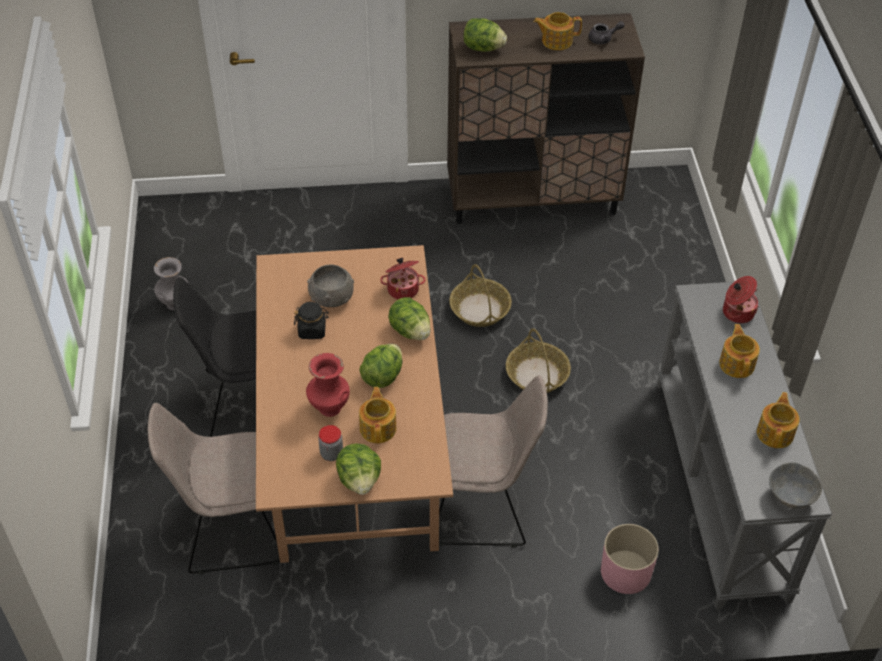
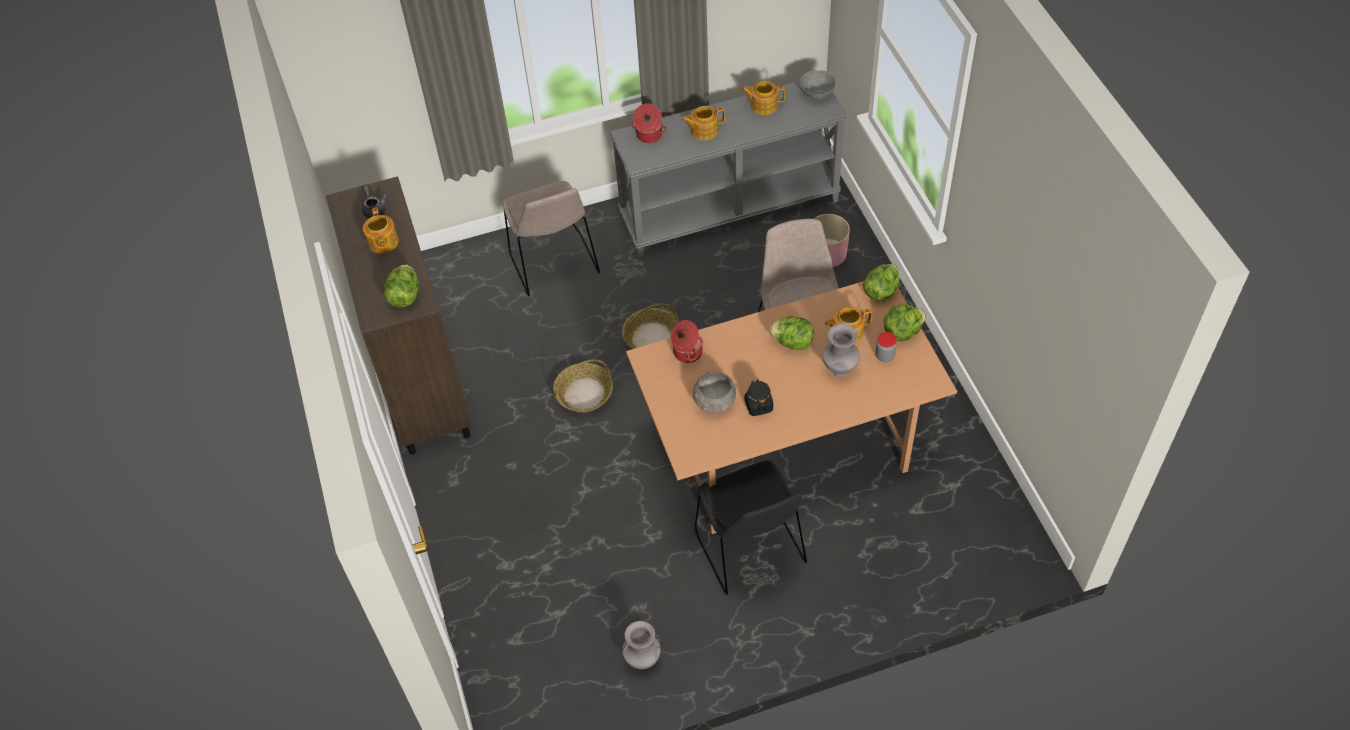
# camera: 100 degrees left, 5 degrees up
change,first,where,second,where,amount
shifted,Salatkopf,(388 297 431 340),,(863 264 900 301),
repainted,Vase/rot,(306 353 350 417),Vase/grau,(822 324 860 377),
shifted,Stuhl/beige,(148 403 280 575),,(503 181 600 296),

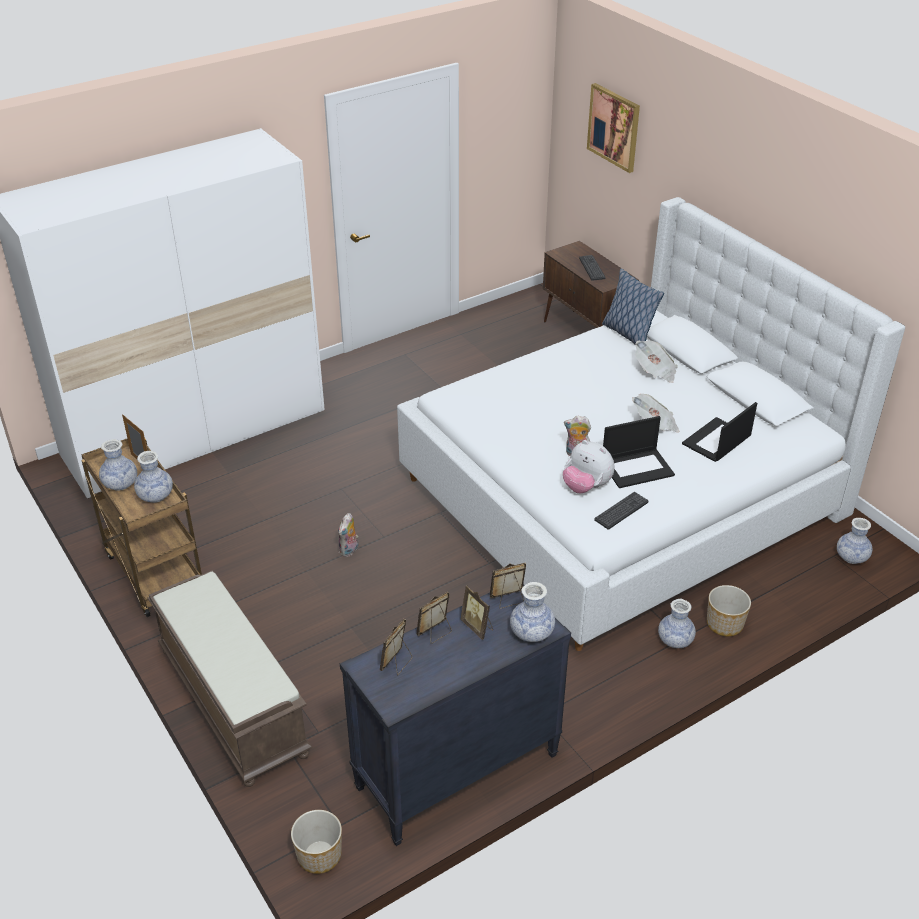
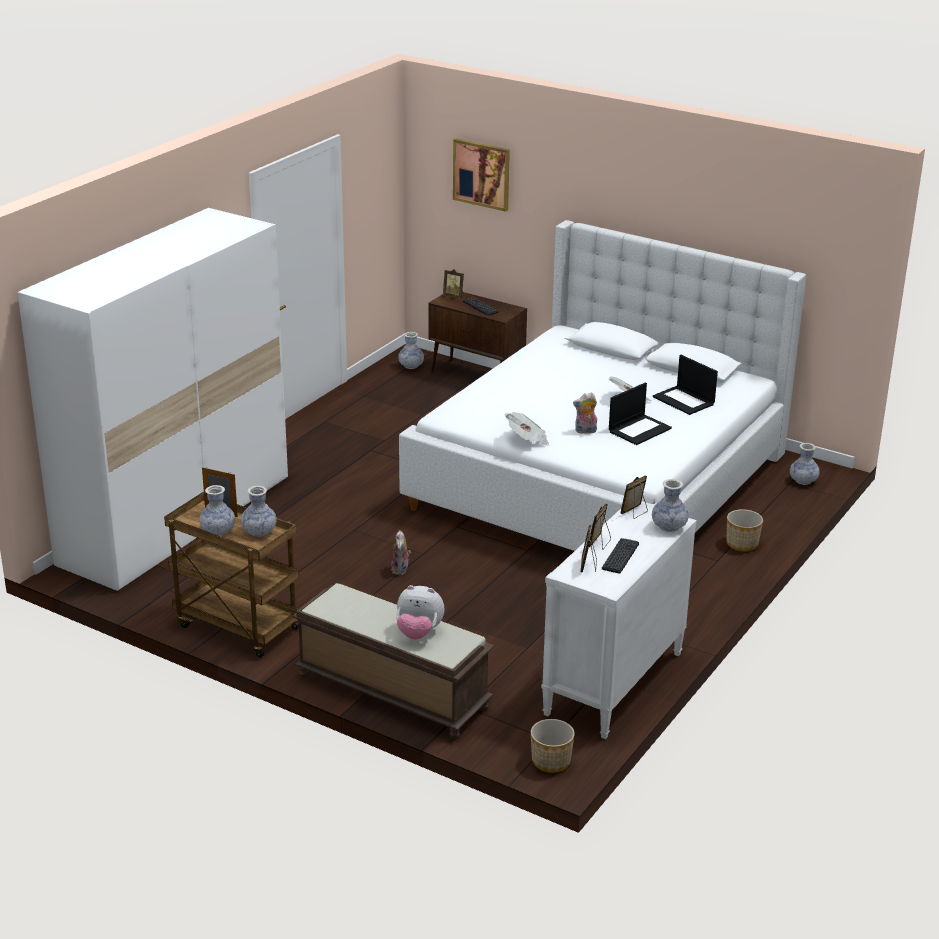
# camera: 25 degrees left, 10 degrees down
change,first,where,second,where,amount
gone,Kissen,(602 269 664 344),,,
shifted,Zeitung,(635 340 677 383),,(505 412 549 446),
rotated,Laptop,(682 402 757 462),,(653 355 718 415),60 degrees counterclockwise
shifted,Plüschtier,(563 440 615 493),,(396 585 444 639),
shifted,Tastatur,(594 492 648 530),,(602 538 639 574),
repainted,Kommode/schwarz,(340 584 571 846),Kommode/weiß,(541 504 697 739),
shifted,Bilderrahmen,(461 585 493 640),,(443 269 464 299),
shifted,Vase,(658 599 696 648),,(398 332 424 369),

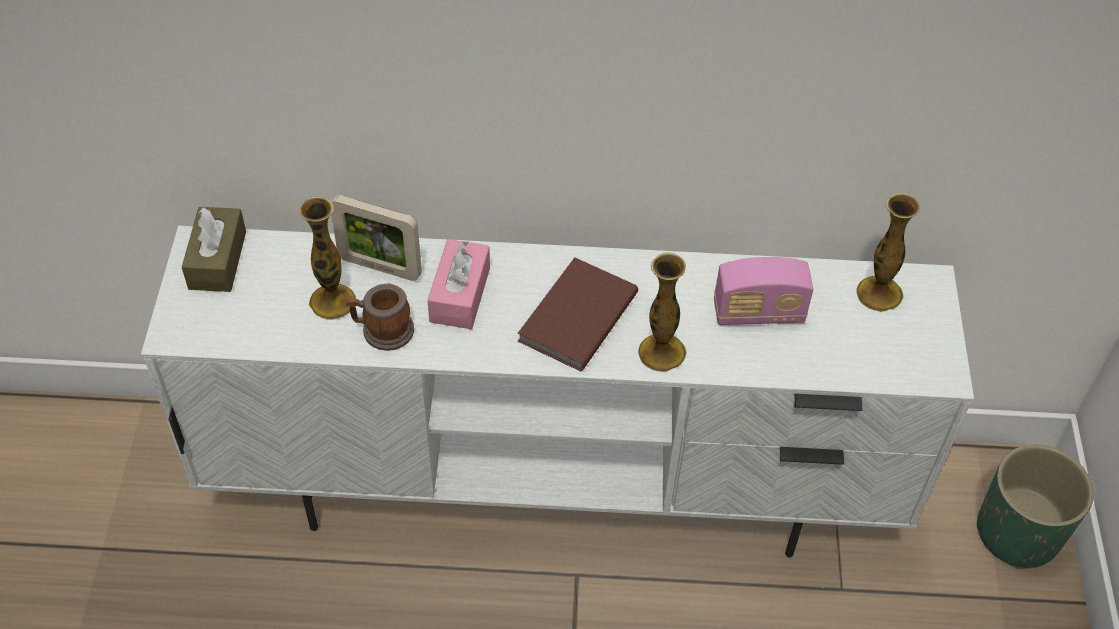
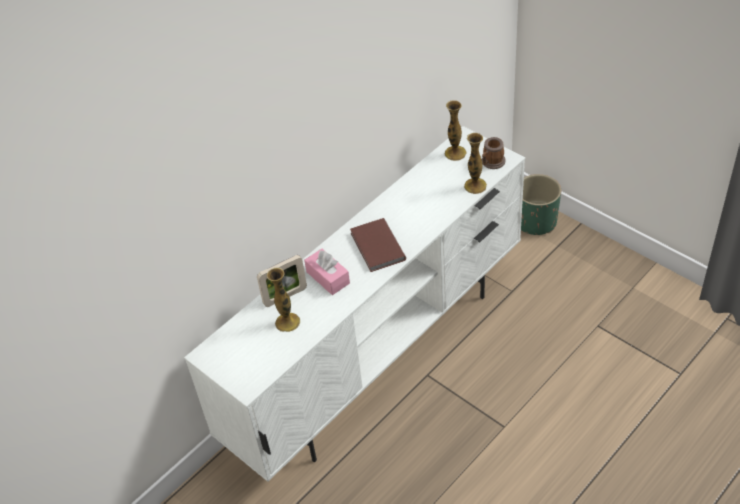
# camera: 45 degrees left, 5 degrees down
change,first,where,second,where,amount
gone,Taschentuchbox/braun,(182 207 246 292),,,
shifted,Vase,(638 252 687 373),,(464 133 487 194),
gone,Radio,(714 257 813 325),,,
shifted,Henkelbecher,(346 284 414 351),,(482 137 506 169),

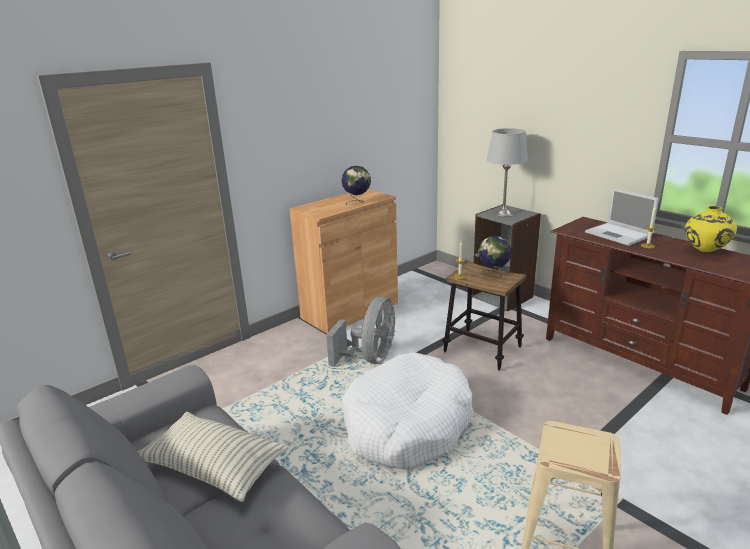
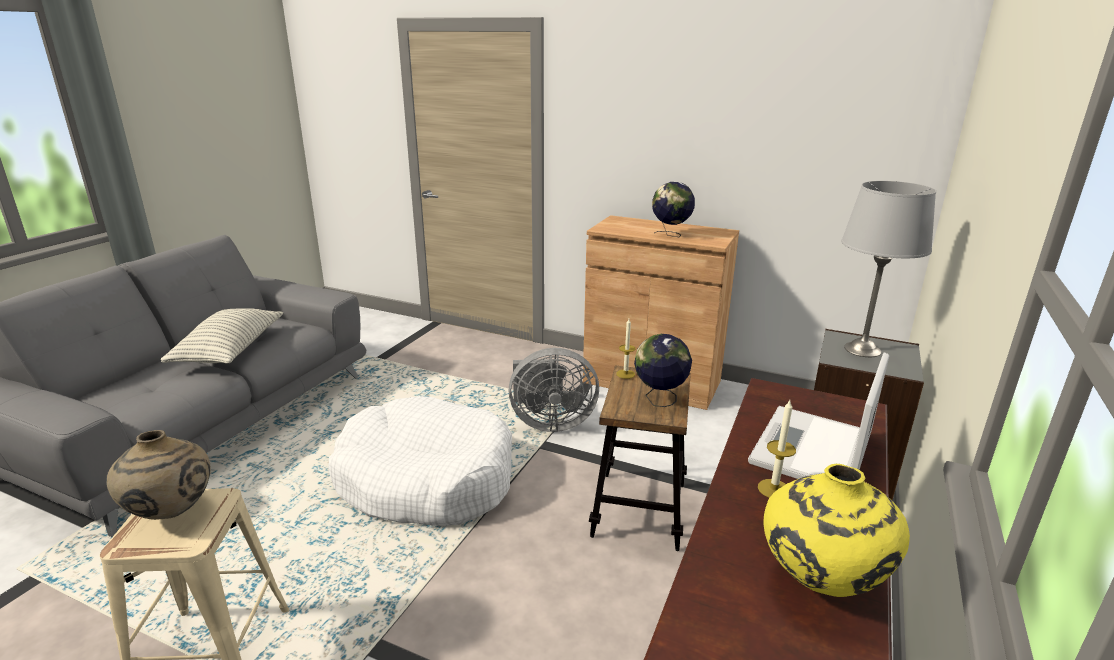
# camera: 65 degrees right, 0 degrees up
change,first,where,second,where,amount
new,,,Vase/beige,(106 430 211 520),

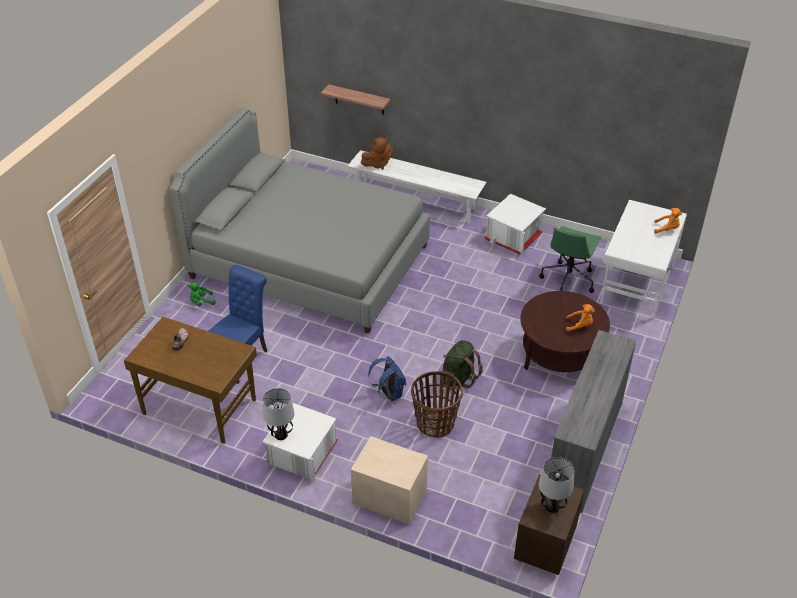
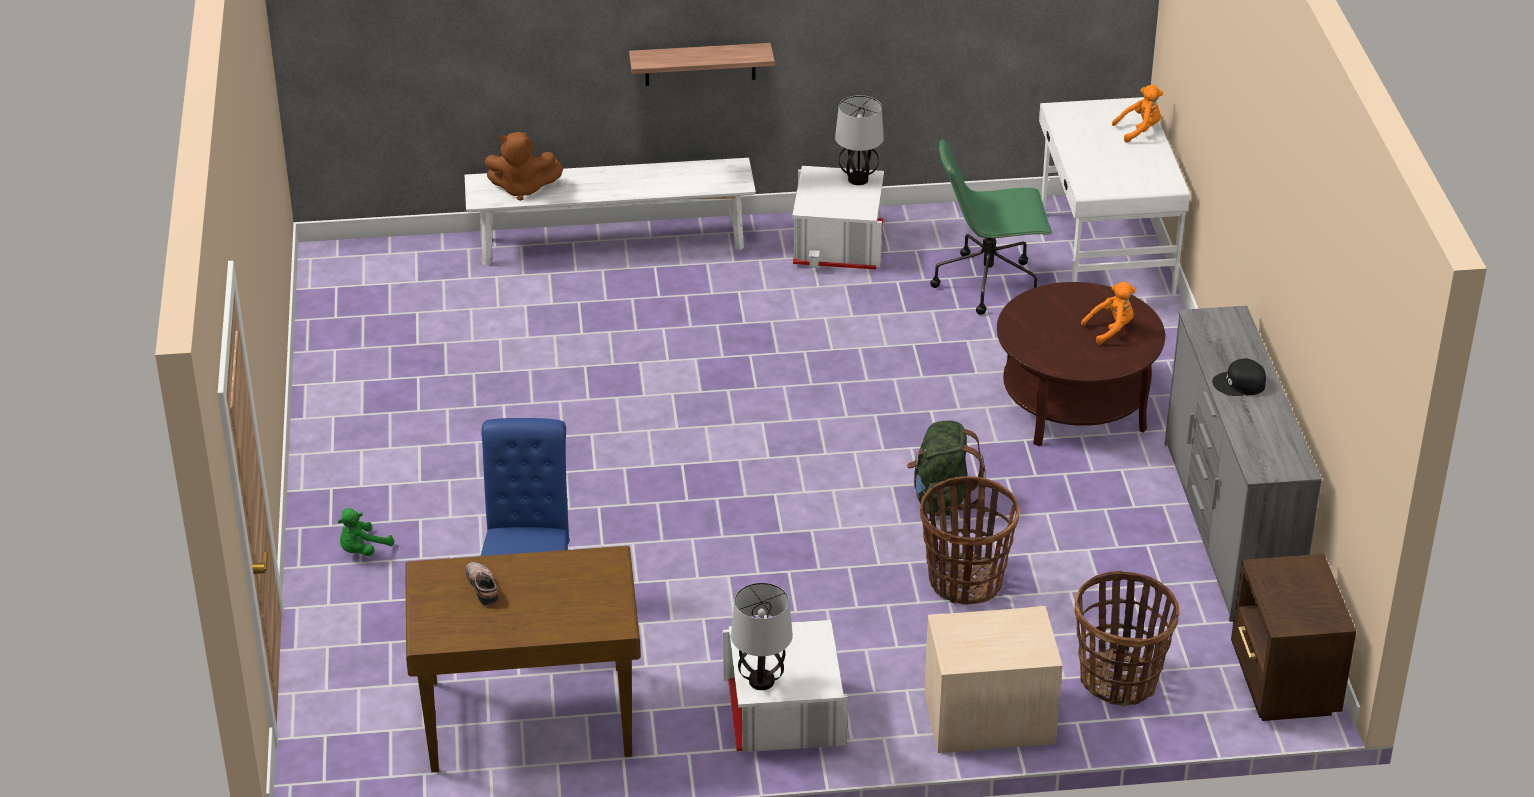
# camera: 30 degrees left, 5 degrees down
change,first,where,second,where,amount
shifted,Wandregal,(321 85 390 115),,(629 43 775 86),
gone,Bett/grau,(170 108 430 333),,,
rotated,Plüschtier/braun,(361 137 393 170),,(484 132 564 201),60 degrees clockwise
rotated,Bürostuhl/grün,(539 226 601 293),,(930 139 1052 315),90 degrees clockwise
gone,Rucksack/blau,(368 356 406 401),,,
shifted,Tischlampe,(539 457 574 513),,(835 95 884 185),
new,,,Kappe/schwarz,(1212 358 1266 396),
new,,,Korb,(1074 570 1179 706),

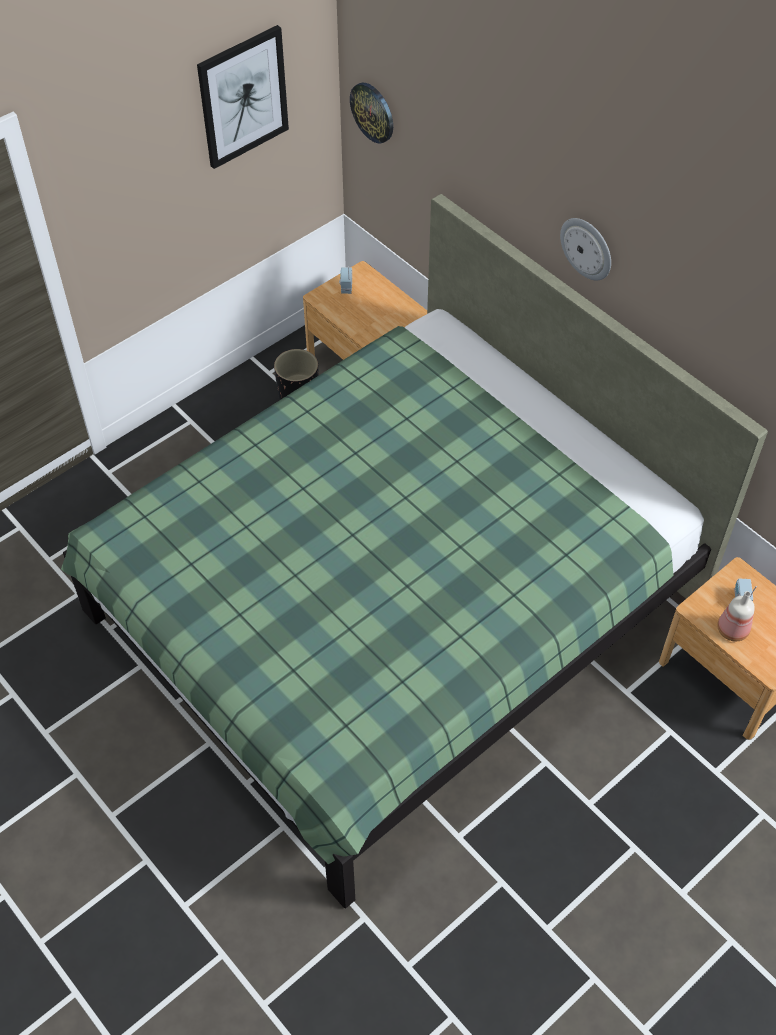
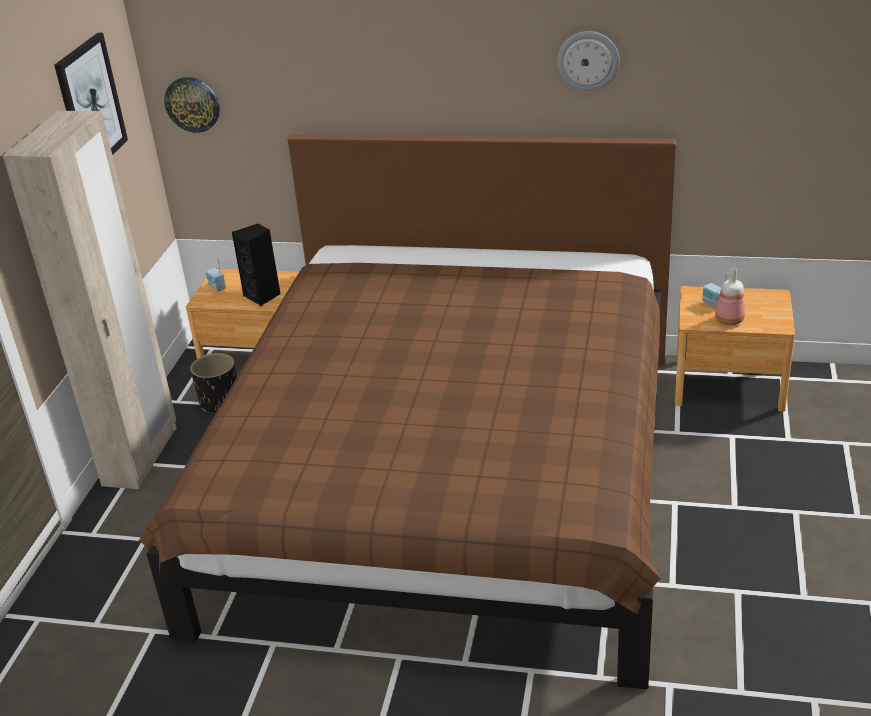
# camera: 35 degrees left, 20 degrees down
change,first,where,second,where,amount
repainted,Bett/grün,(61 194 768 908),Bett/braun,(139 134 676 689),
shifted,Wanduhr,(560 218 611 280),,(557 31 620 91),
new,,,Kleiderschrank/beige,(3 111 177 489),
new,,,Lautsprecher/schwarz,(232 223 281 306),

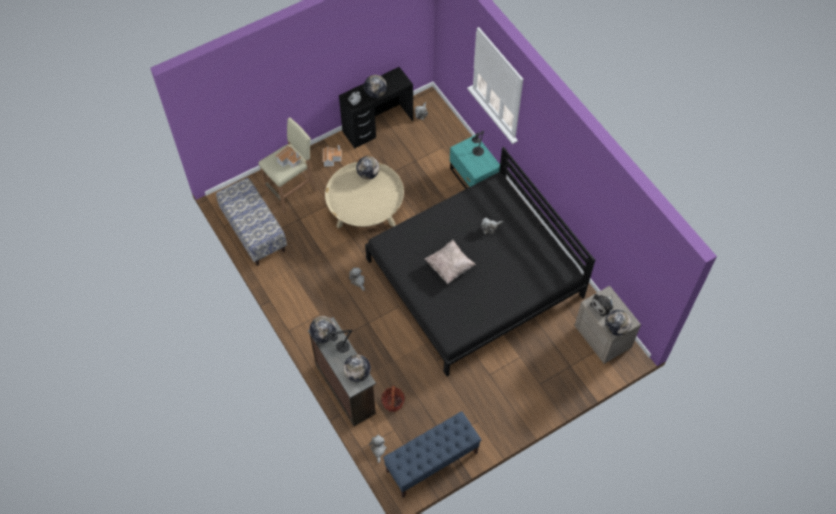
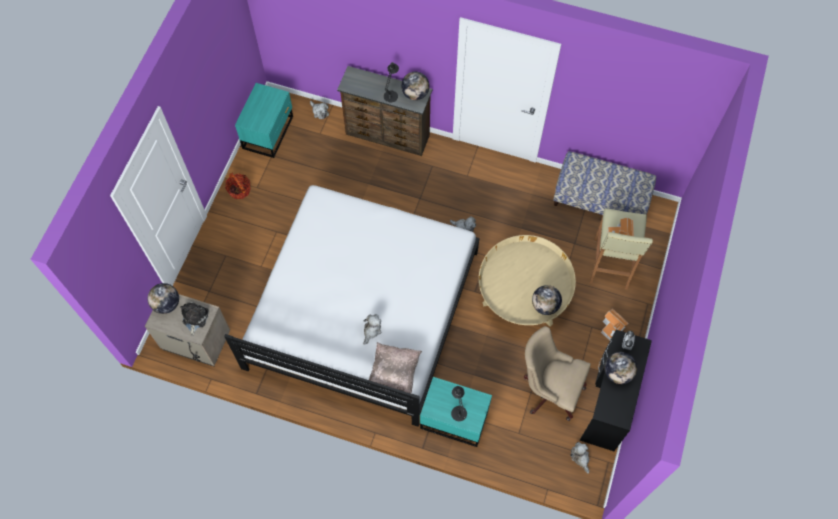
# camera: 140 degrees right, 5 degrees up
change,first,where,second,where,amount
repainted,Bett/schwarz,(365 147 595 376),Bett/weiß,(224 185 479 427),
shifted,Kissen/beige,(425 240 476 284),,(369 342 422 394),
gone,Globus,(344 354 371 382),,,
shifted,Korb,(381 386 405 412),,(225 173 251 199),
swapped,Bank/blau,(383 411 481 498),Nachttisch/türkis,(235 83 293 158),
new,,,Bürostuhl/beige,(524 326 591 421),

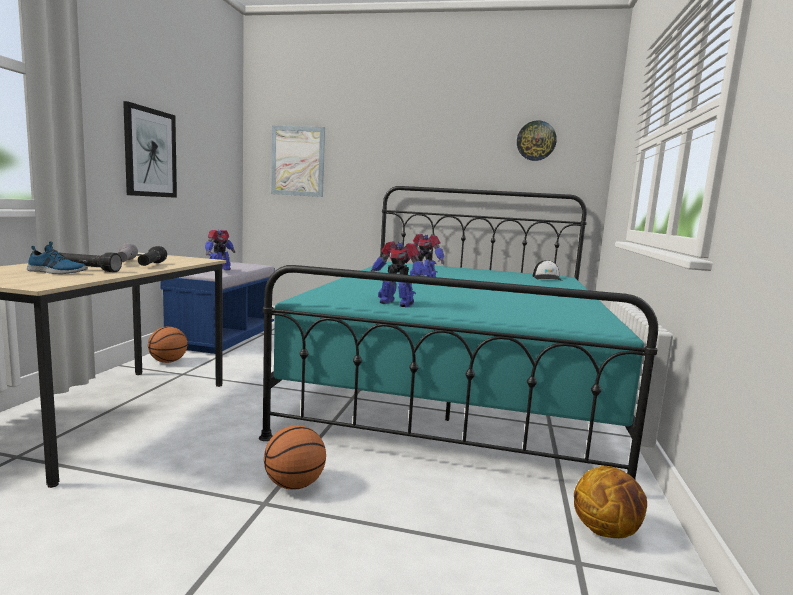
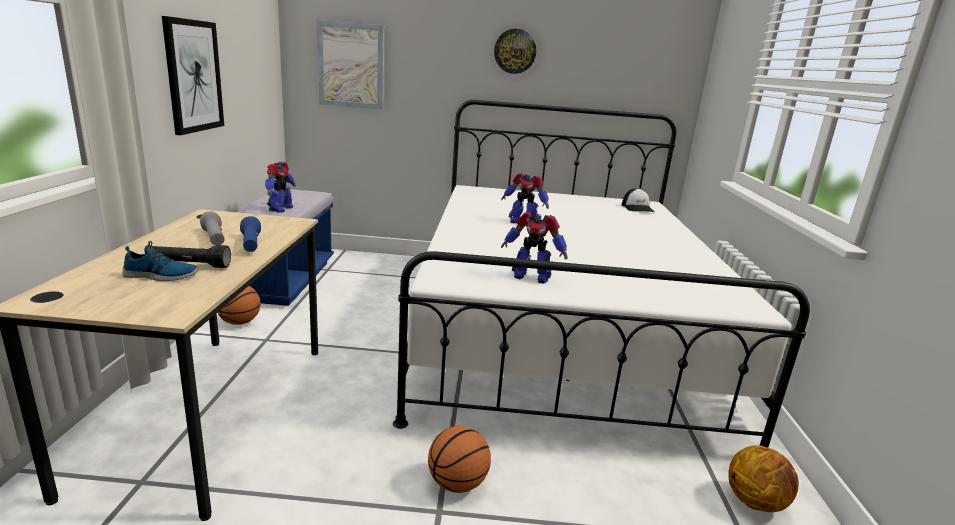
# camera: 10 degrees left, 10 degrees up
change,first,where,second,where,amount
shifted,Wanduhr,(517 121 557 161),,(494 29 536 74),
repainted,Bett/türkis,(259 186 658 479),Bett/weiß,(393 100 810 447),
repainted,Taschenlampe/schwarz,(138 246 167 266),Taschenlampe/blau,(240 216 261 252),

